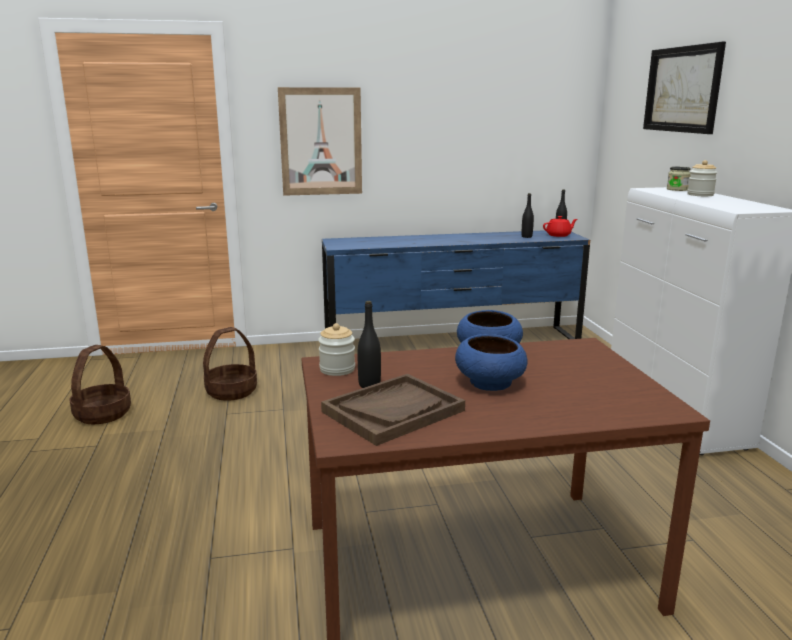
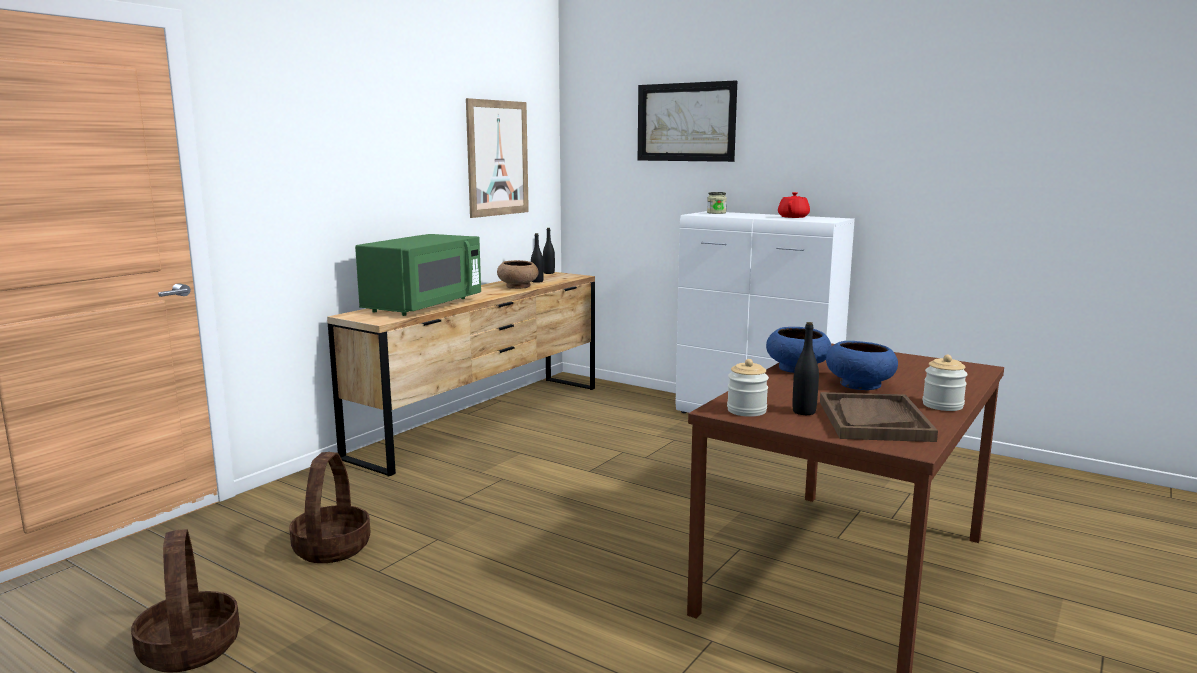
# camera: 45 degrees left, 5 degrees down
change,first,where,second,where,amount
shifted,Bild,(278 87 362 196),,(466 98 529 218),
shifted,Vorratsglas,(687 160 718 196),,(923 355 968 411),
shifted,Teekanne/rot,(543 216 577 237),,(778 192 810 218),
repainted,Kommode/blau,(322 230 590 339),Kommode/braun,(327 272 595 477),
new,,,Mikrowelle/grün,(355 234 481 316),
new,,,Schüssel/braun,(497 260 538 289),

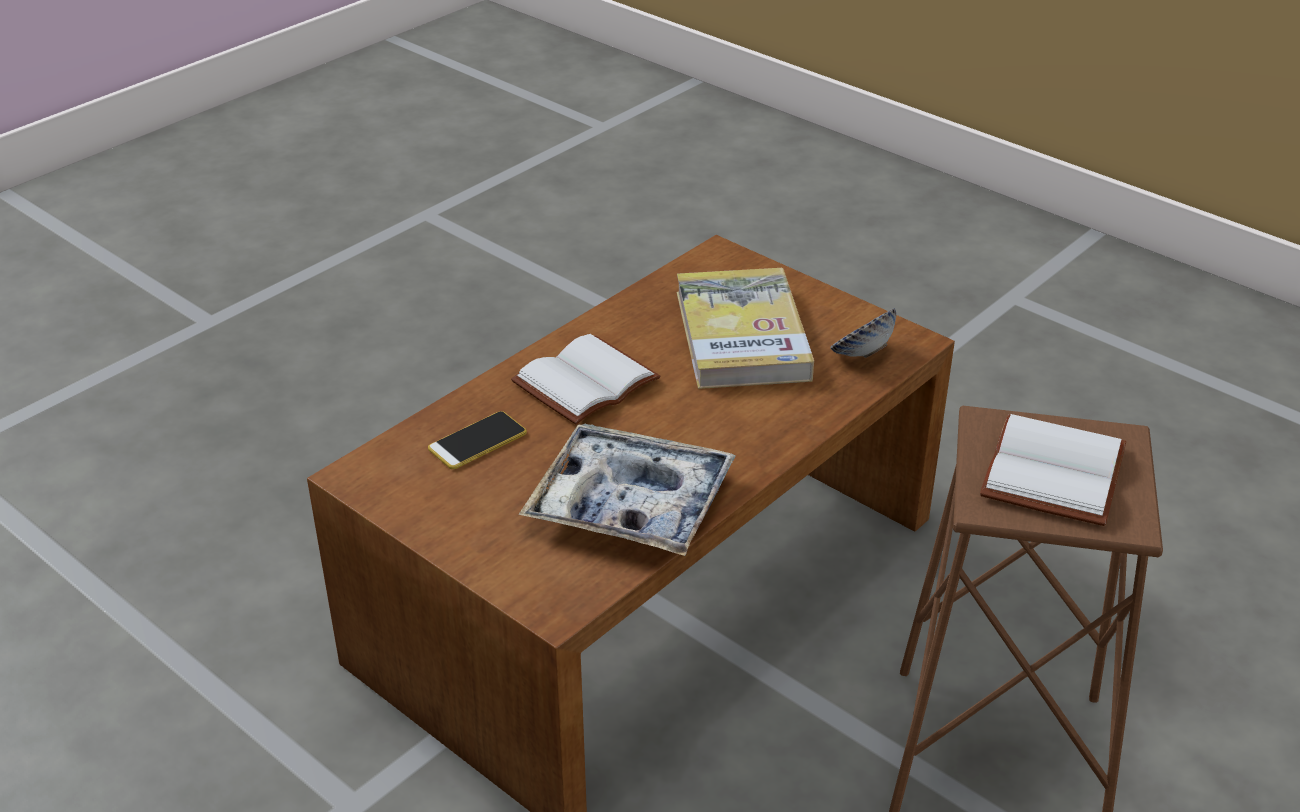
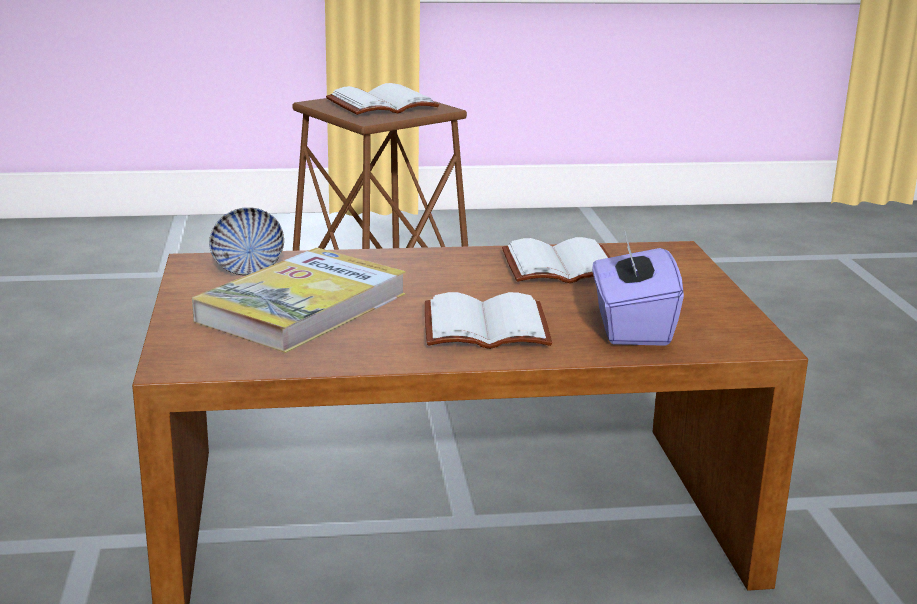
# camera: 140 degrees left, 15 degrees down
change,first,where,second,where,amount
swapped,Handy,(428 411 527 469),Taschentuchbox/lila,(592 231 684 346),
swapped,Tablett,(518 423 736 556),Buch/weiß,(502 237 611 283),

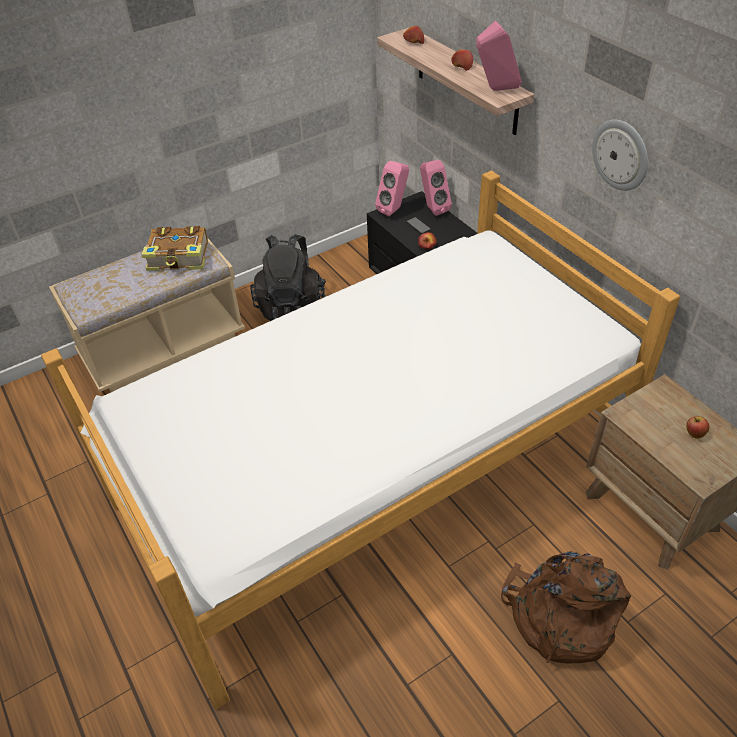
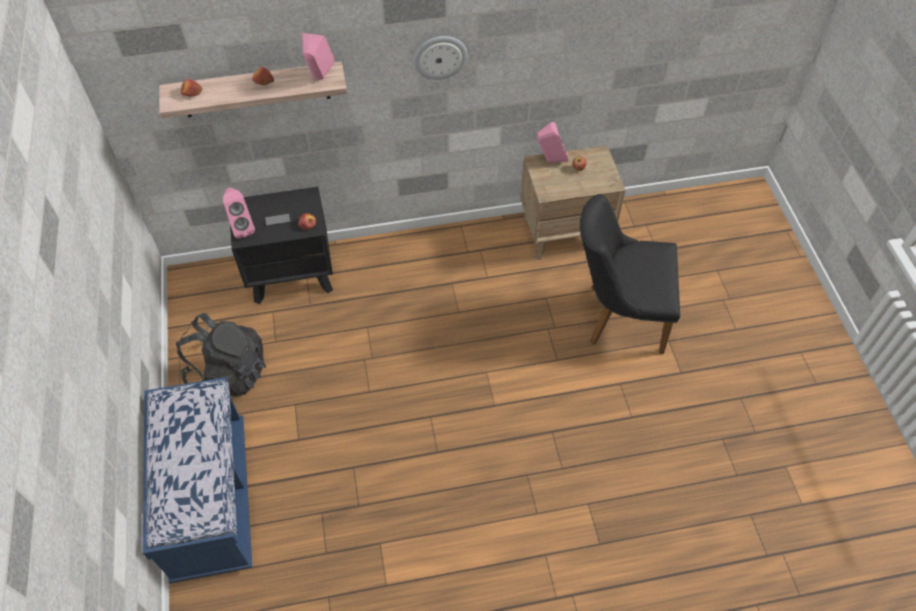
# camera: 70 degrees left, 10 degrees up
change,first,where,second,where,amount
shifted,Lautsprecher/rosa,(420 160 452 216),,(537 122 568 162),
gone,Bett,(41 170 680 709),,,
gone,Buch,(142 226 208 271),,,
repainted,Bank/beige,(49 239 245 392),Bank/blau,(143 377 252 583),
swapped,Rucksack/braun,(501 551 631 664),Stuhl/schwarz,(580 194 680 354),

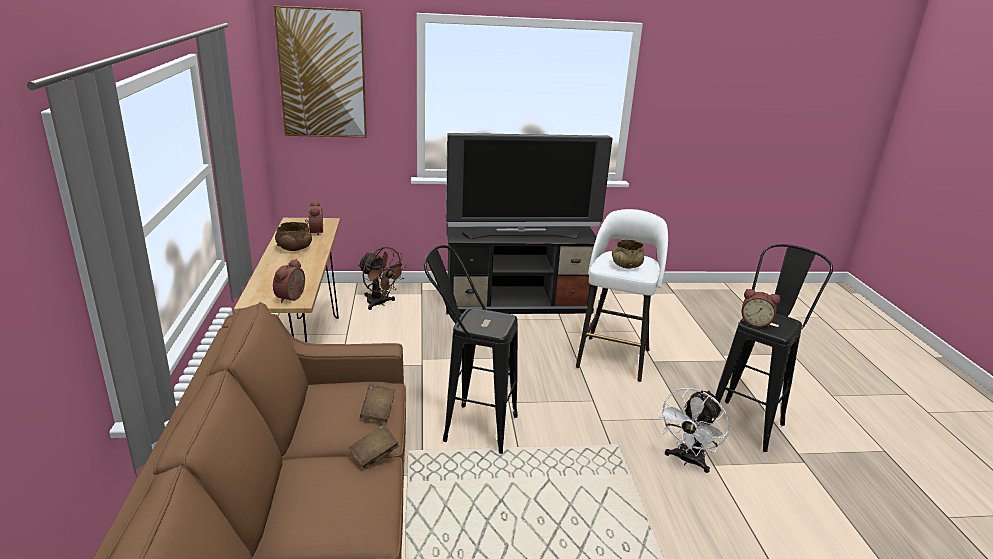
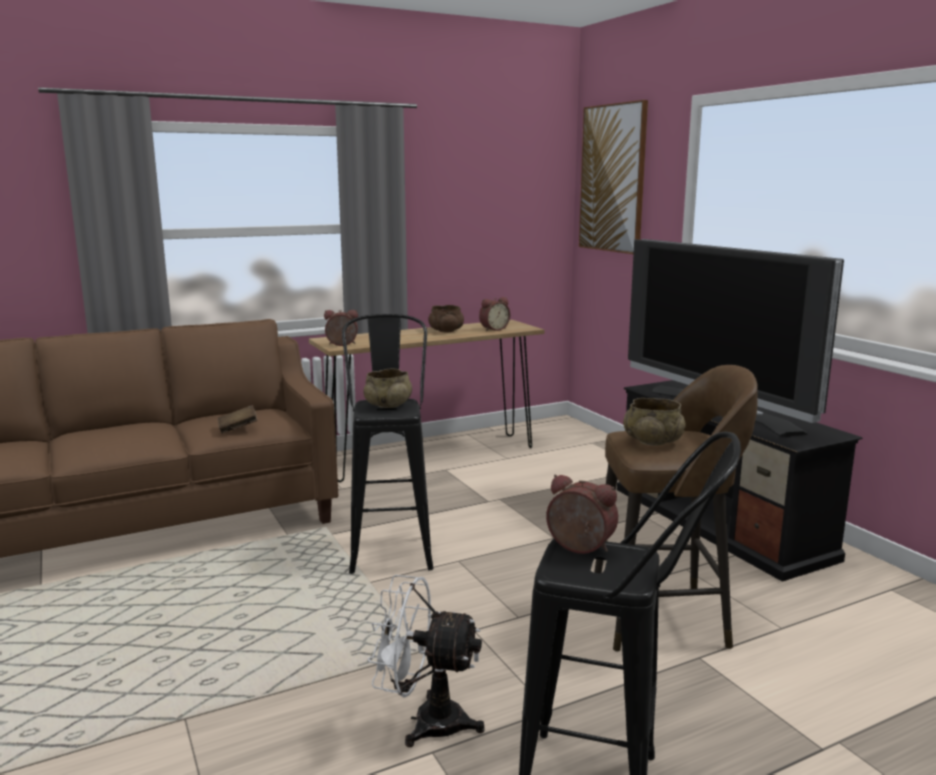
# camera: 70 degrees right, 10 degrees down
change,first,where,second,where,amount
repainted,Hocker/weiß,(576 209 668 382),Hocker/braun,(594 365 758 652),
gone,Ventilator/braun,(358 247 407 310),,,
rotated,Wecker,(742 289 780 327),,(546 474 618 554),120 degrees clockwise
gone,Buch/braun,(349 424 399 469),,,
new,,,Schüssel/beige,(363 369 412 408),

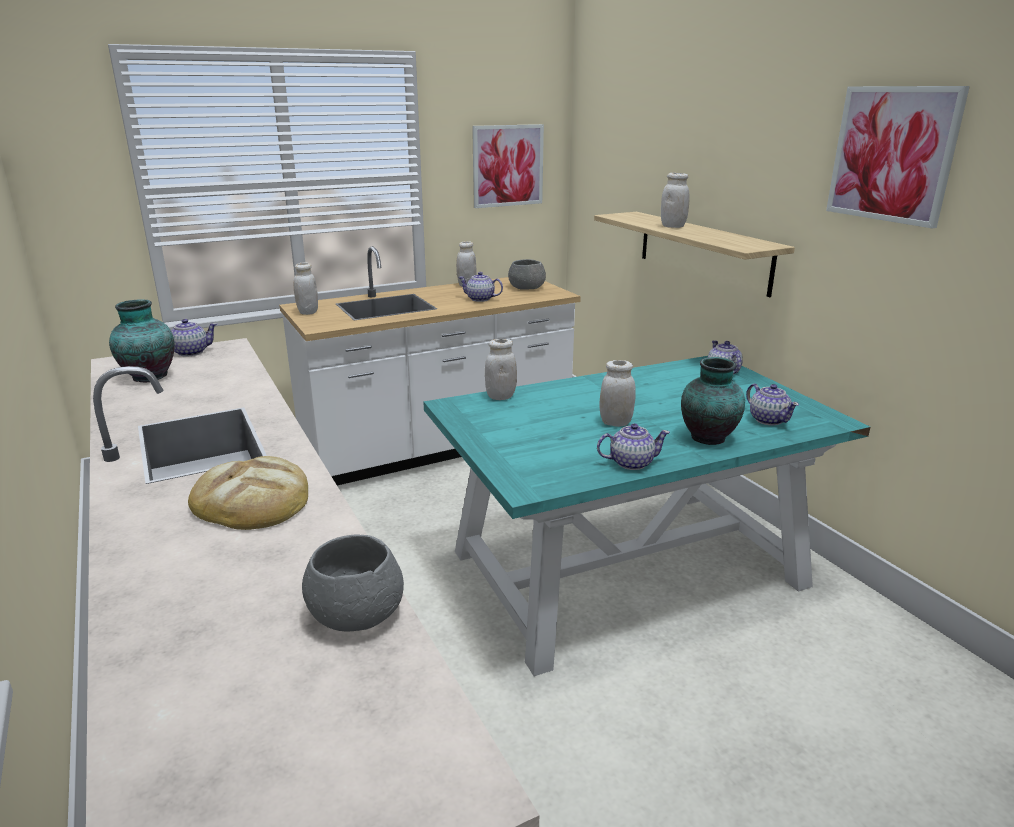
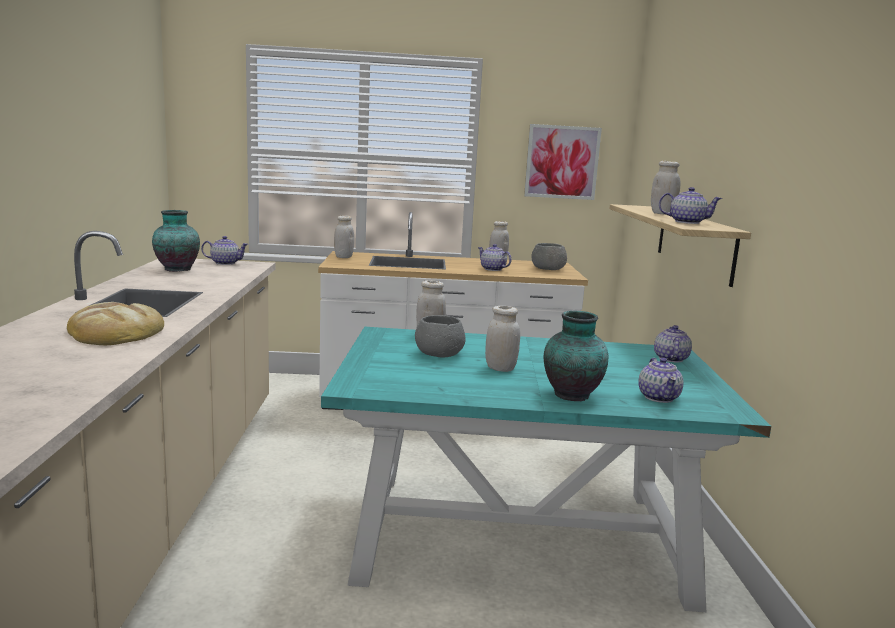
# camera: 25 degrees right, 10 degrees down
change,first,where,second,where,amount
gone,Bild,(826 86 970 228),,,
shifted,Teekanne,(597 423 670 470),,(659 187 722 224),
shifted,Schüssel/grau,(302 535 404 632),,(415 315 466 358),

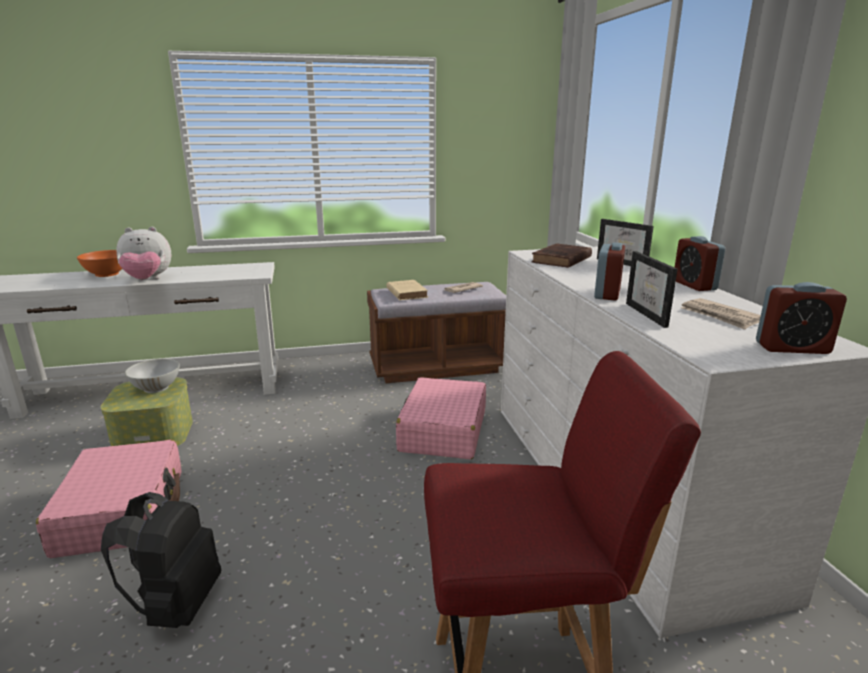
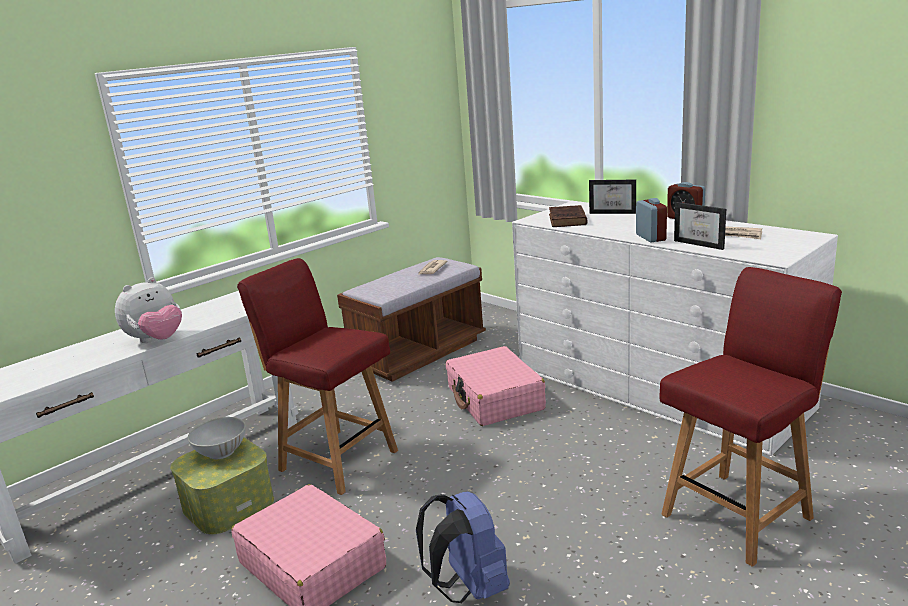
# camera: 30 degrees left, 0 degrees up
change,first,where,second,where,amount
gone,Schüssel/orange,(77 250 122 277),,,
gone,Buch/beige,(387 280 428 300),,,
gone,Wecker,(756 282 847 354),,,
repainted,Rucksack/schwarz,(101 492 221 628),Rucksack/blau,(416 491 510 603),
new,,,Stuhl/rot,(237 258 398 495),

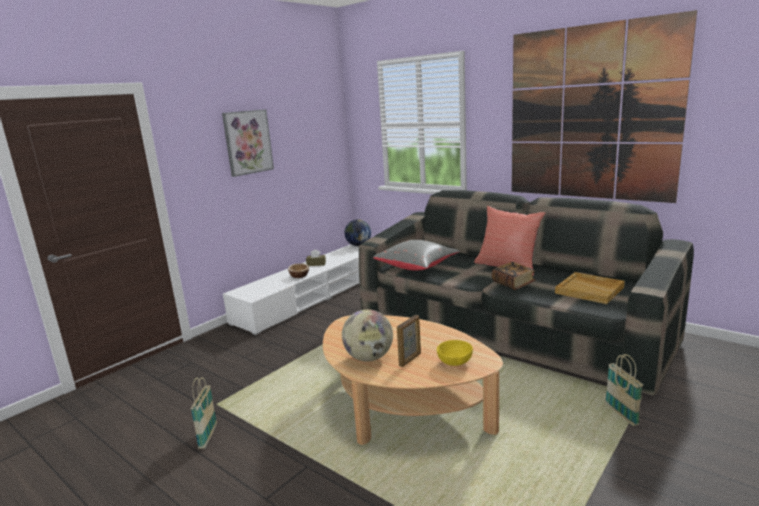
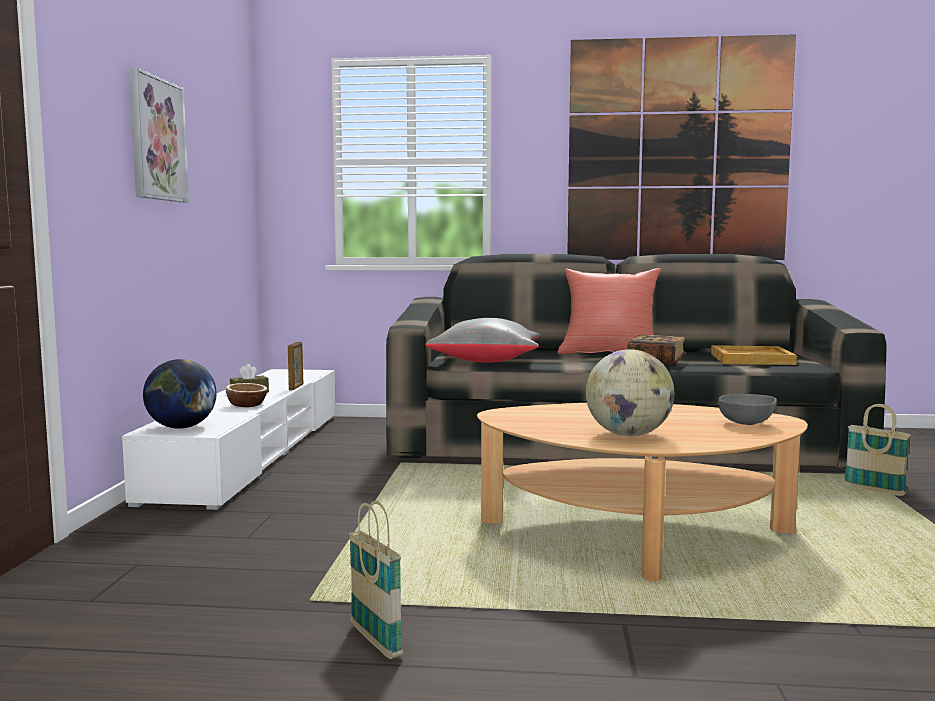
# camera: 35 degrees left, 10 degrees down
change,first,where,second,where,amount
shifted,Globus,(344 219 371 246),,(143 359 217 429),
shifted,Bilderrahmen,(397 315 421 367),,(288 342 303 390),
repainted,Schüssel/gelb,(437 340 473 366),Schüssel/grau,(718 394 777 425),

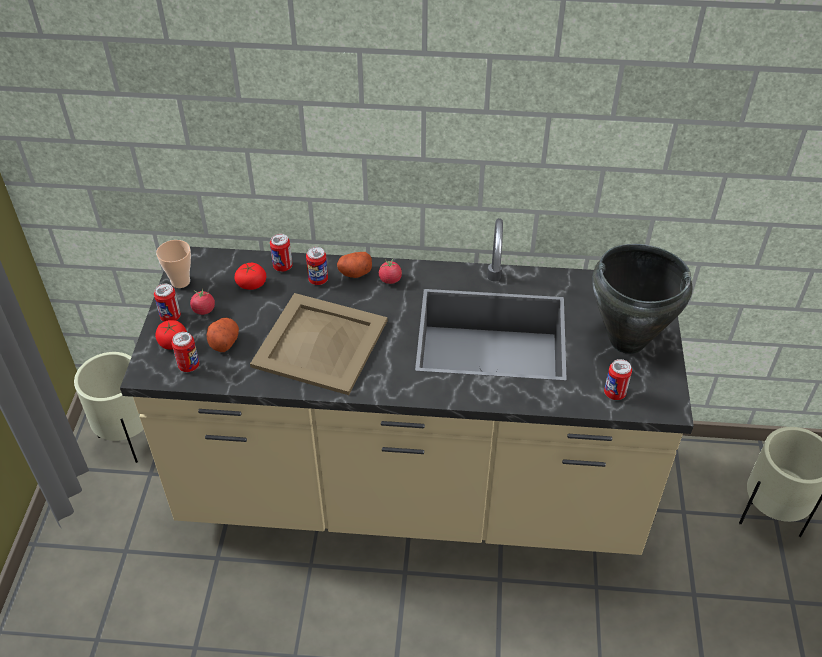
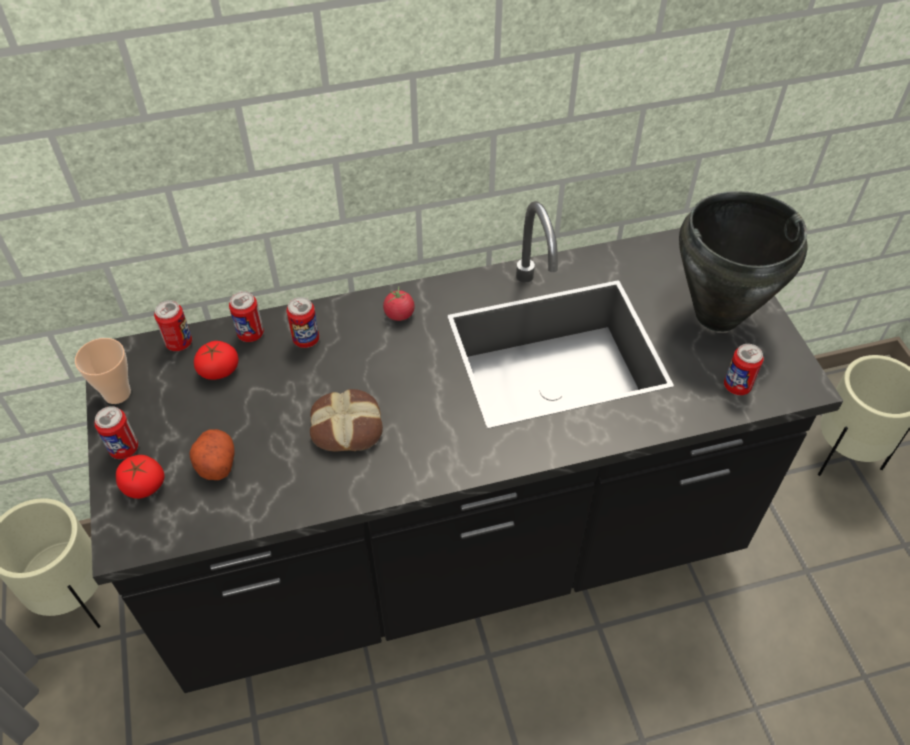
# camera: 20 degrees left, 5 degrees up
change,first,where,second,where,amount
repainted,Küchenzeile/beige,(120 218 694 555),Küchenzeile/schwarz,(84 201 843 693),
gone,Kartoffel,(337 252 372 278),,,
gone,Tomate,(190 288 215 315),,,
swapped,Tablett/beige,(250 293 388 395),Brot,(310 389 383 451),
shifted,Dose,(172 332 199 372),,(154 300 192 351),

